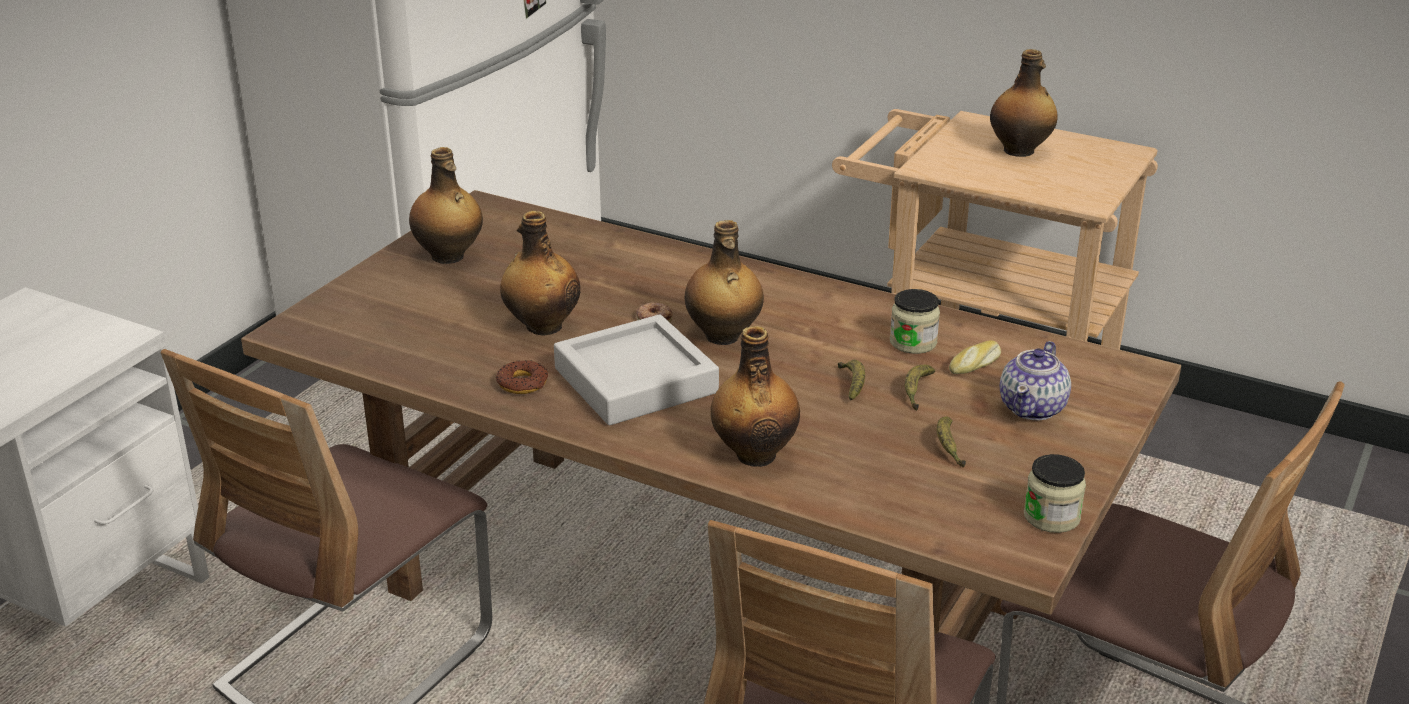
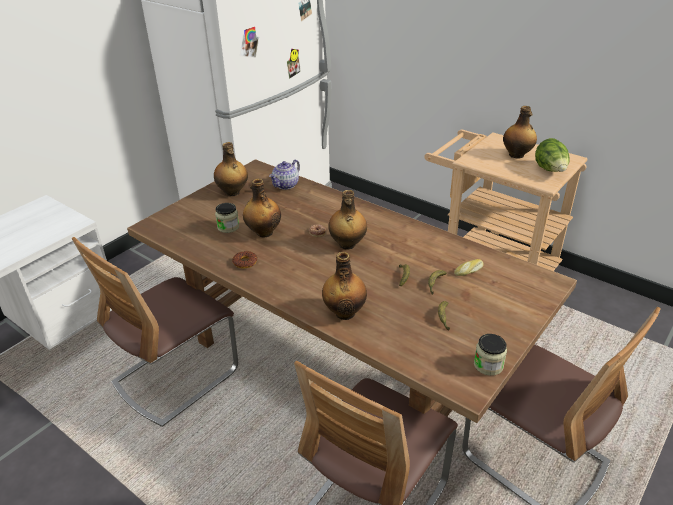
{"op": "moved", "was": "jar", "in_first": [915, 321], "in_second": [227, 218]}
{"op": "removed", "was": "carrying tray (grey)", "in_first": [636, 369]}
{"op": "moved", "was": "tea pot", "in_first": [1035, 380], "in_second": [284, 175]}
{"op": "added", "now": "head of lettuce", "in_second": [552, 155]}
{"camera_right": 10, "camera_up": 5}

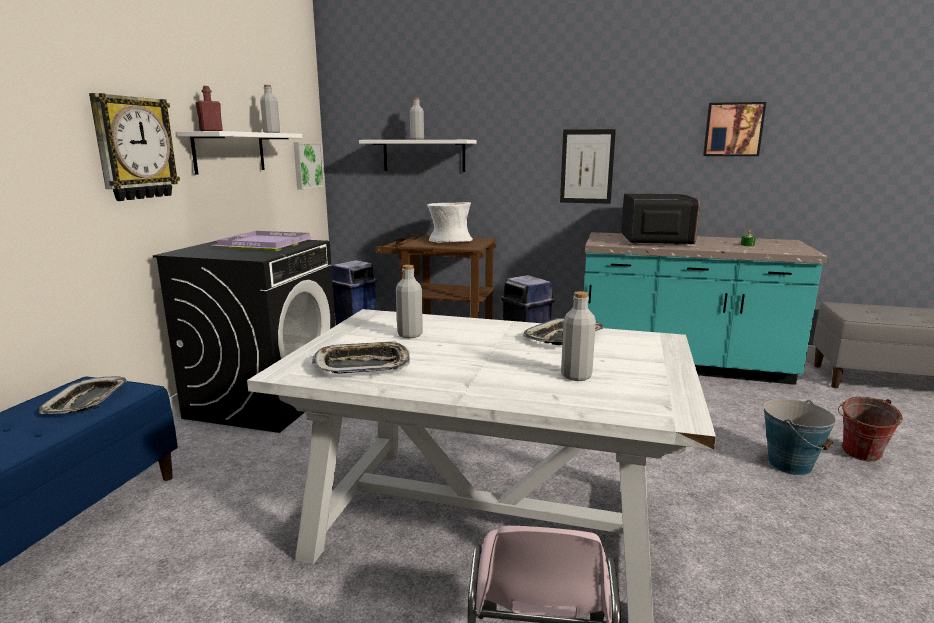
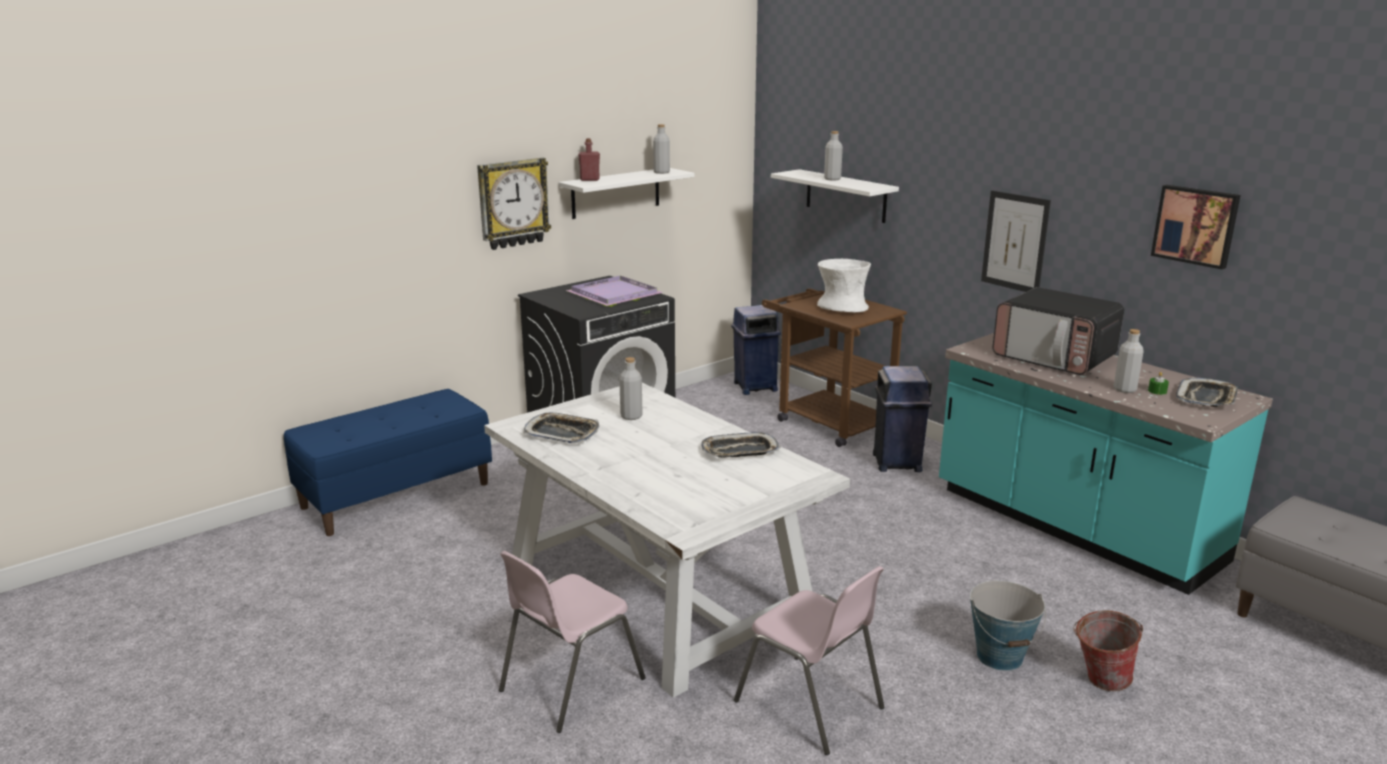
{"op": "removed", "was": "wall picture", "in_first": [309, 166]}
{"op": "turned", "was": "microwave oven", "in_first": [660, 219], "in_second": [1058, 331], "clockwise": 90}
{"op": "moved", "was": "beverage bottle (grey)", "in_first": [578, 336], "in_second": [1129, 361]}
{"op": "moved", "was": "carrying tray", "in_first": [83, 395], "in_second": [1207, 392]}
{"op": "added", "now": "chair (pinkish)", "in_second": [809, 660]}
{"camera_right": 35, "camera_up": 5}

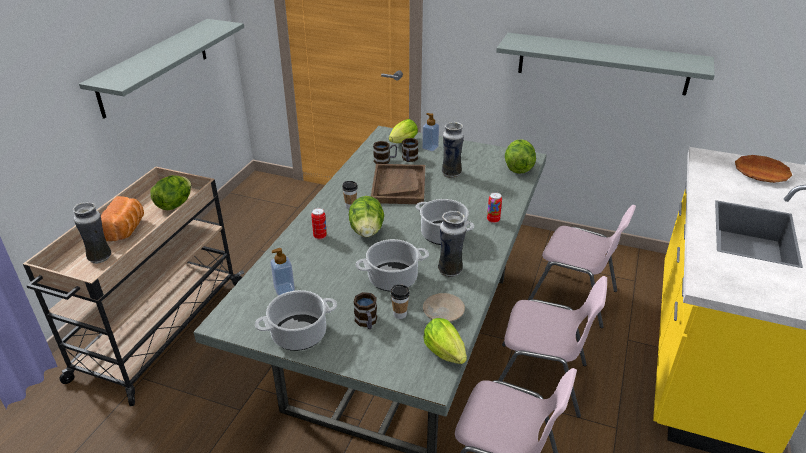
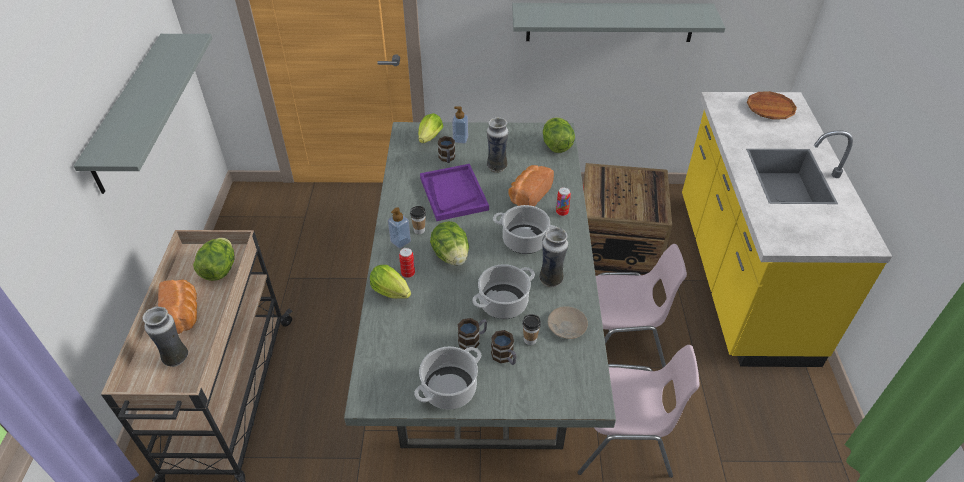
{"op": "moved", "was": "coffee mug", "in_first": [385, 152], "in_second": [472, 334]}
{"op": "recoloured", "was": "carrying tray (brownish)", "now": "carrying tray (purplish)", "in_first": [398, 184], "in_second": [454, 192]}
{"op": "replaced", "was": "chair (pinkish)", "now": "packing crate", "in_first": [582, 266], "in_second": [627, 223]}
{"op": "moved", "was": "liquid soap bottle", "in_first": [282, 272], "in_second": [399, 227]}
{"op": "moved", "was": "head of lettuce", "in_first": [445, 341], "in_second": [390, 282]}
{"op": "added", "now": "bakery bread", "in_second": [531, 185]}
{"camera_right": -20, "camera_up": 10}

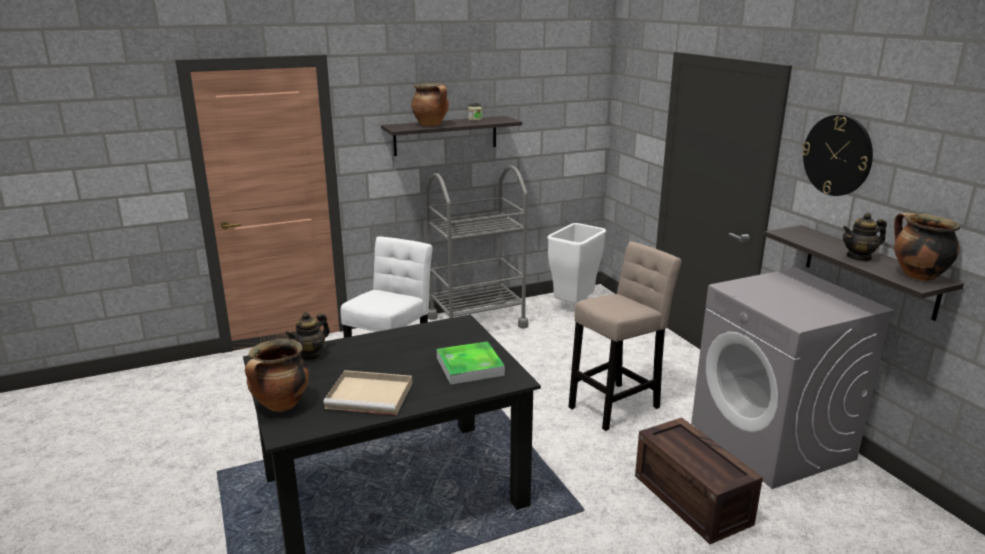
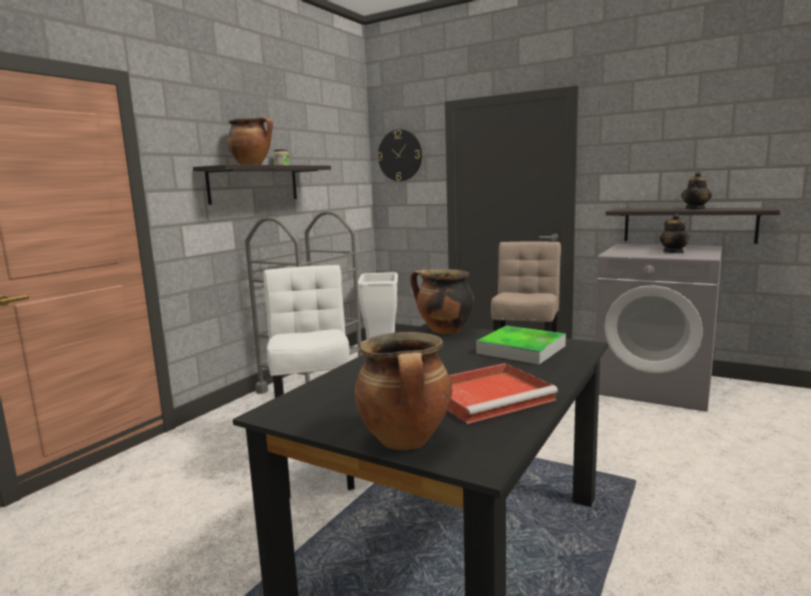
{"op": "moved", "was": "wall clock", "in_first": [837, 155], "in_second": [399, 155]}
{"op": "moved", "was": "cooking pot", "in_first": [927, 247], "in_second": [442, 301]}
{"op": "moved", "was": "tea pot", "in_first": [307, 336], "in_second": [674, 233]}
{"op": "recoloured", "was": "carrying tray (beige-coloured)", "now": "carrying tray (red-coloured)", "in_first": [367, 392], "in_second": [503, 393]}
{"op": "removed", "was": "packing crate", "in_first": [699, 481]}
{"camera_right": -35, "camera_up": -10}

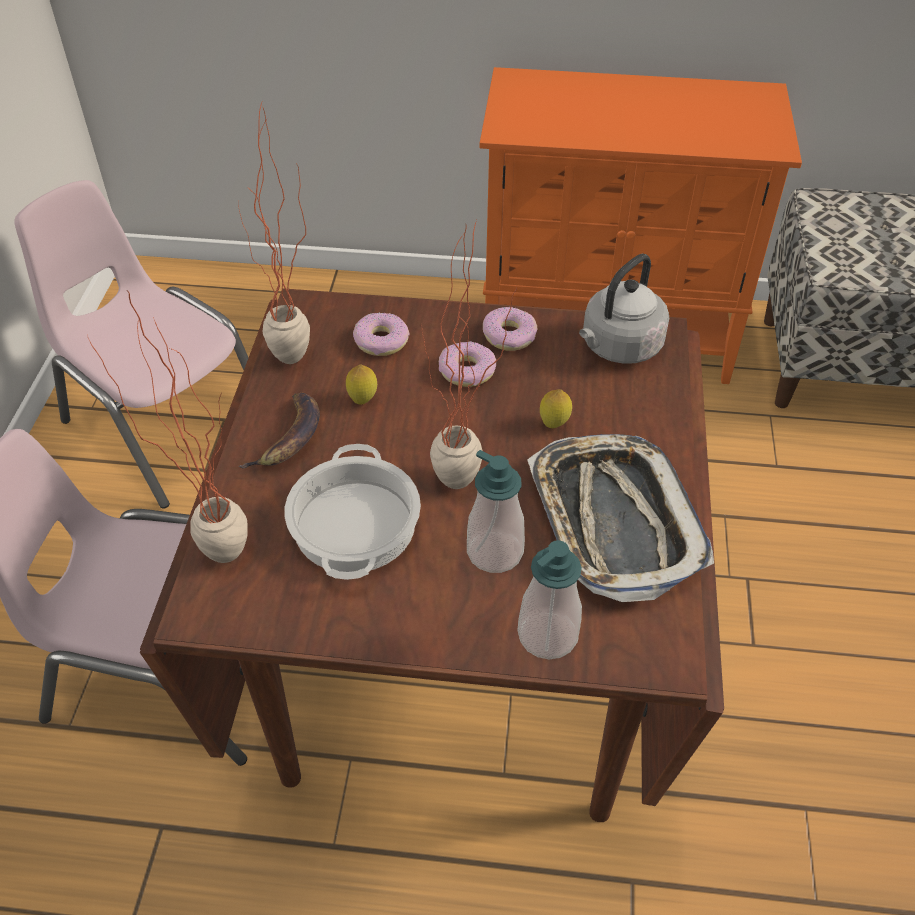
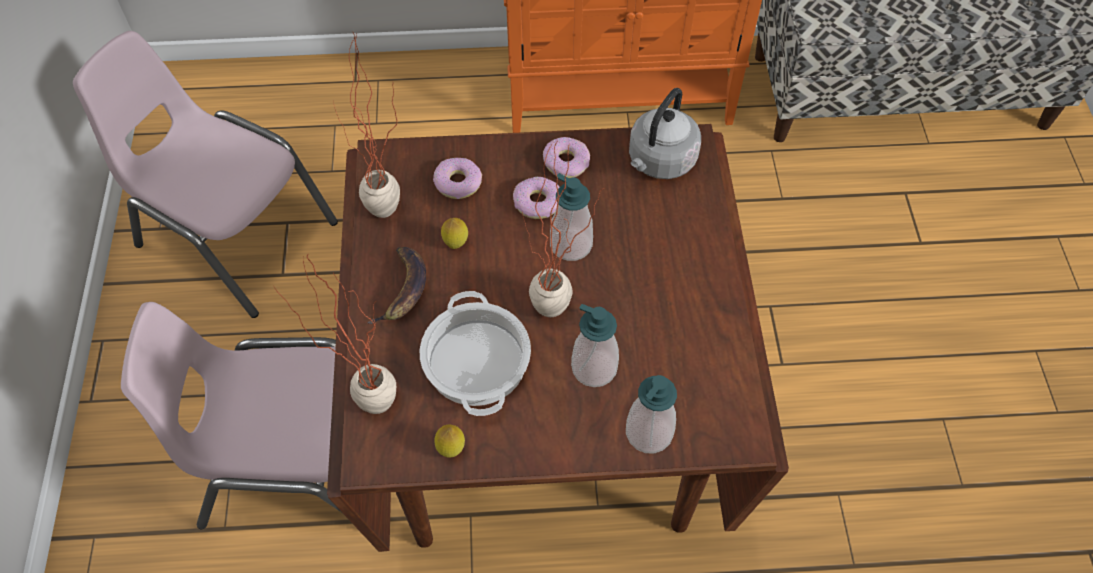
{"op": "moved", "was": "lemon", "in_first": [556, 408], "in_second": [449, 441]}
{"op": "removed", "was": "carrying tray", "in_first": [620, 518]}
{"op": "added", "now": "liquid soap bottle", "in_second": [571, 217]}
{"camera_right": -10, "camera_up": 10}

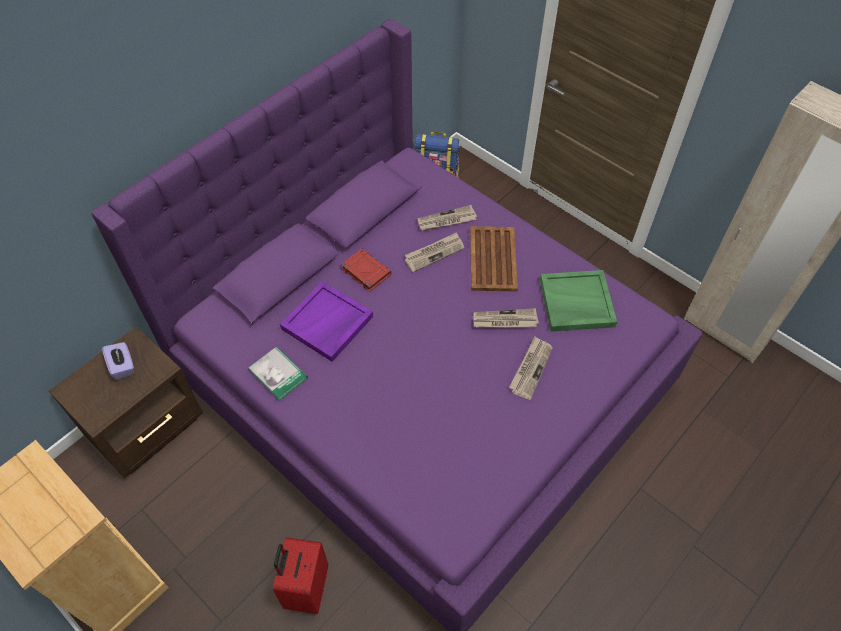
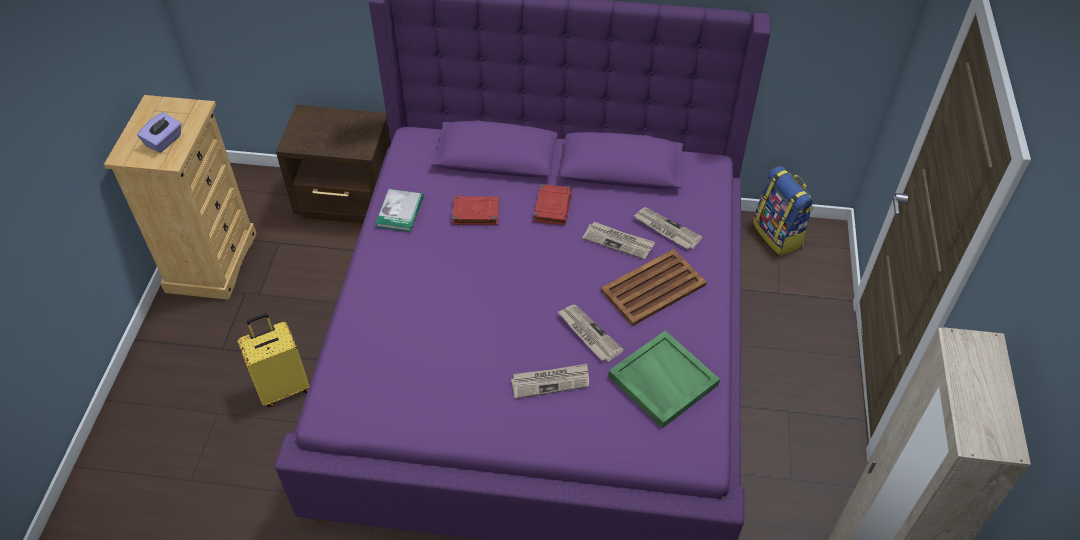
{"op": "replaced", "was": "carrying tray (purplish)", "now": "bound book (red-coloured)", "in_first": [326, 321], "in_second": [475, 210]}
{"op": "moved", "was": "box of tissues (purplish)", "in_first": [118, 361], "in_second": [159, 132]}
{"op": "recoloured", "was": "suitcase (red-coloured)", "now": "suitcase (yellow)", "in_first": [300, 575], "in_second": [273, 360]}
{"camera_right": 55, "camera_up": -5}

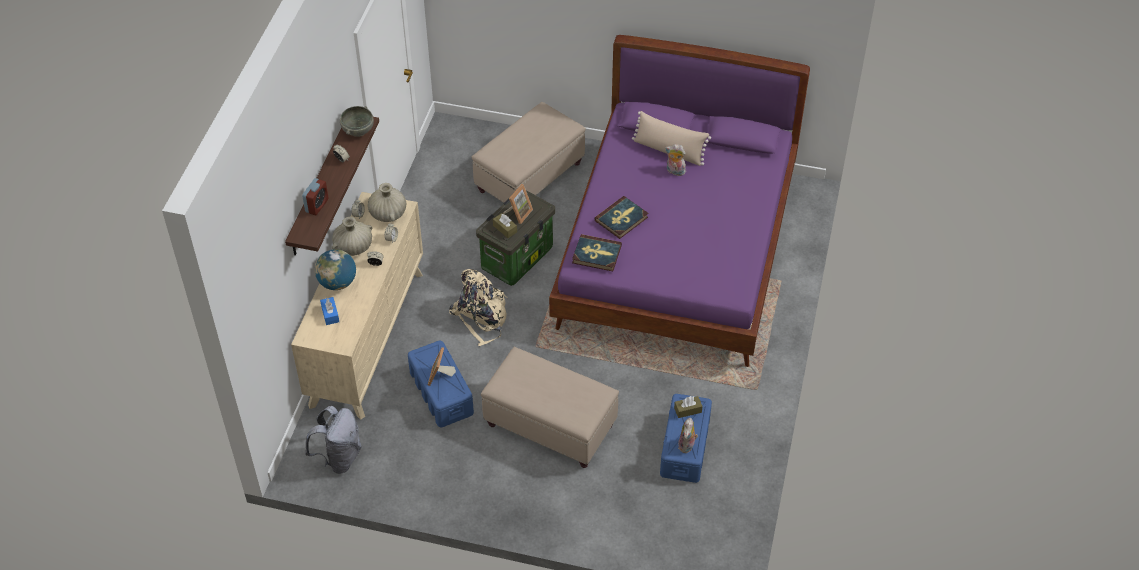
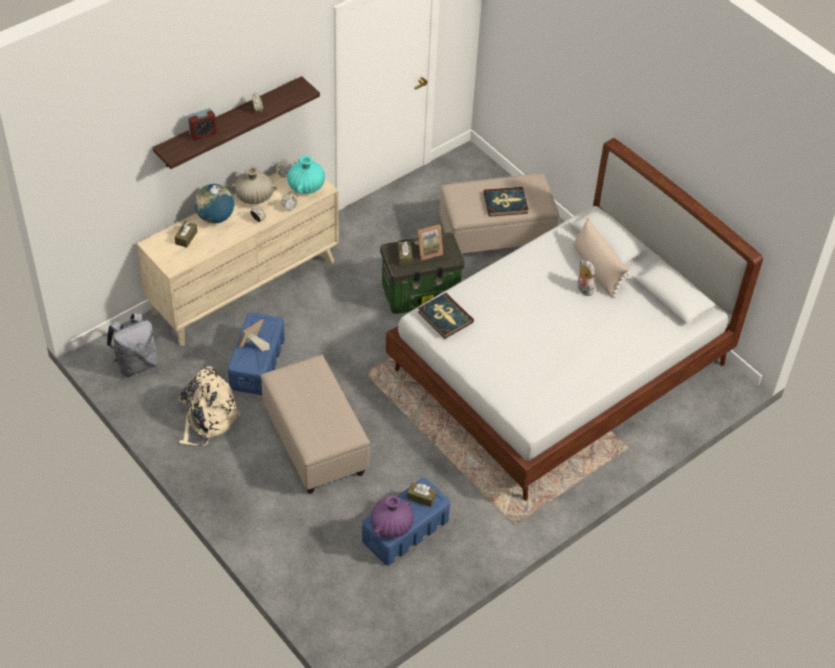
{"op": "recoloured", "was": "bedroom bed (purplish)", "now": "bedroom bed (white)", "in_first": [679, 201], "in_second": [574, 319]}
{"op": "removed", "was": "deep dish (grey)", "in_first": [357, 121]}
{"op": "recoloured", "was": "flower vase (beige-coloured)", "now": "flower vase (turquoise)", "in_first": [387, 202], "in_second": [306, 174]}
{"op": "moved", "was": "bound book", "in_first": [621, 217], "in_second": [506, 202]}
{"op": "moved", "was": "backpack (beige-coloured)", "in_first": [478, 307], "in_second": [209, 406]}
{"op": "recoloured", "was": "box of tissues (blue)", "now": "box of tissues (brownish)", "in_first": [329, 311], "in_second": [186, 234]}
{"op": "replaced", "was": "cuddly toy", "now": "flower vase (purplish)", "in_first": [688, 435], "in_second": [392, 516]}
{"camera_right": 35, "camera_up": 0}

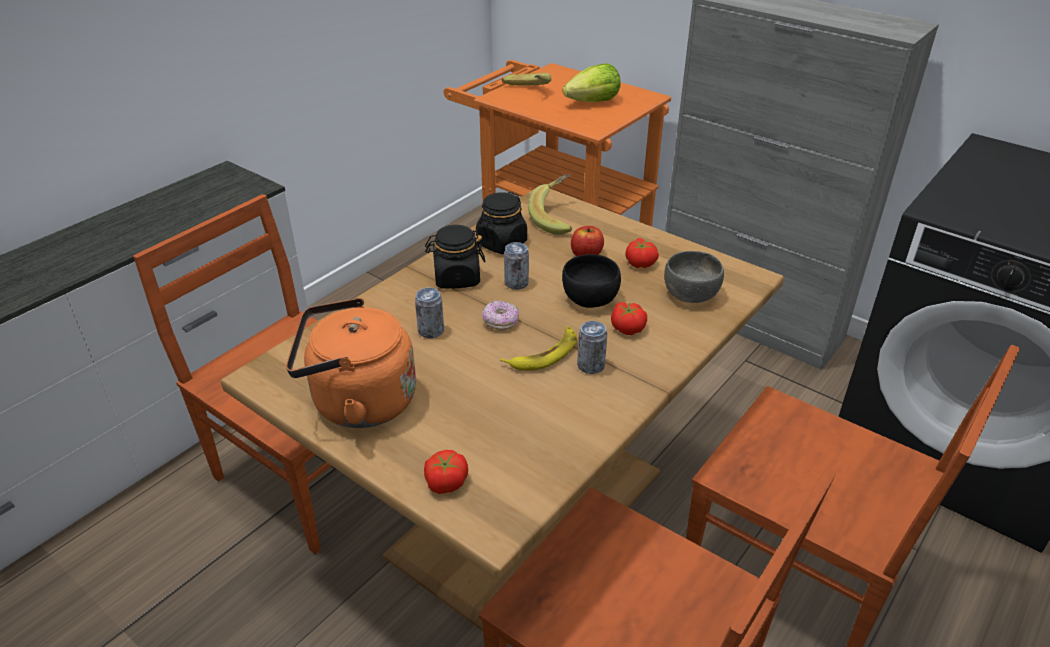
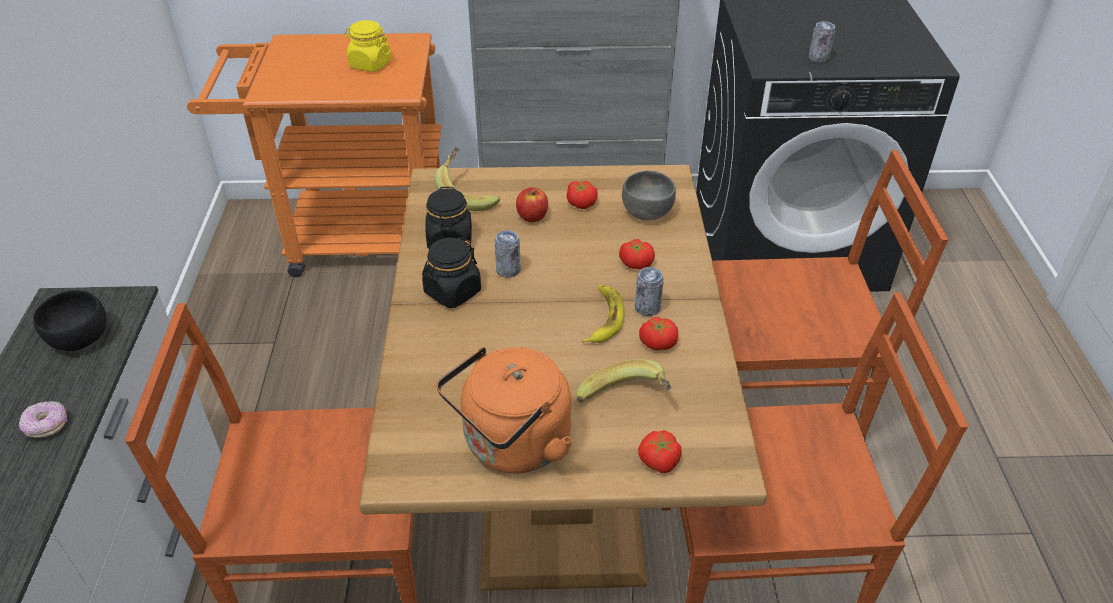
{"op": "replaced", "was": "head of lettuce", "now": "jar (yellow)", "in_first": [592, 82], "in_second": [367, 46]}
{"op": "moved", "was": "whole banana", "in_first": [526, 79], "in_second": [624, 380]}
{"op": "moved", "was": "deep dish (blackish)", "in_first": [591, 281], "in_second": [69, 320]}
{"op": "moved", "was": "metal can", "in_first": [429, 313], "in_second": [821, 42]}
{"op": "moved", "was": "ring doughnut", "in_first": [500, 315], "in_second": [43, 419]}
{"op": "added", "now": "fresh tomato", "in_second": [658, 333]}
{"camera_right": -40, "camera_up": 5}

